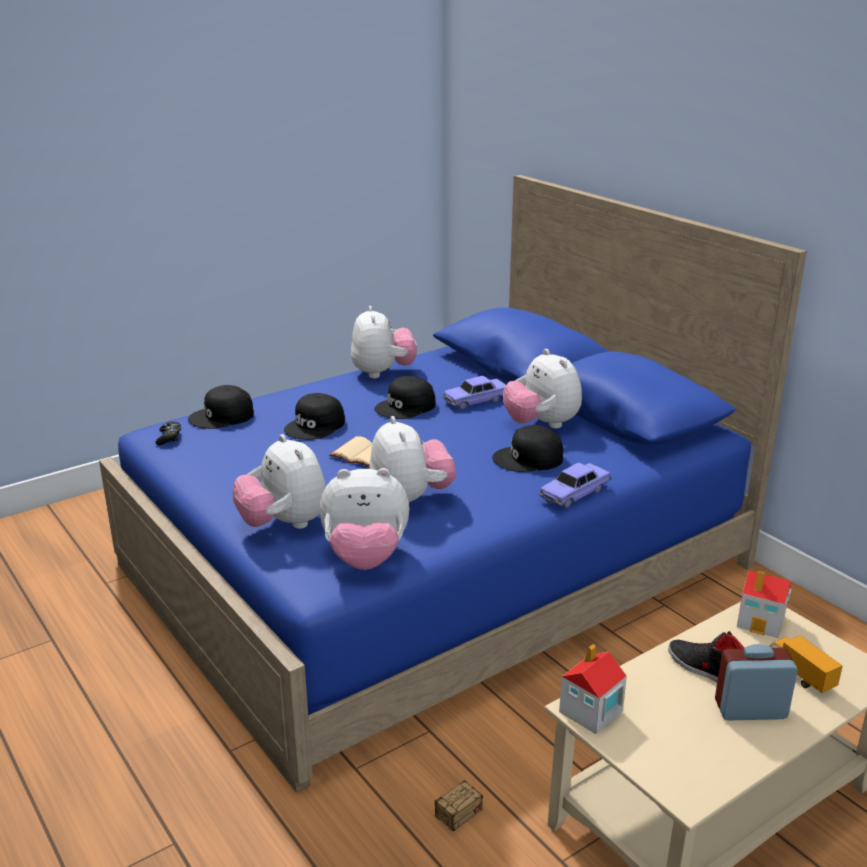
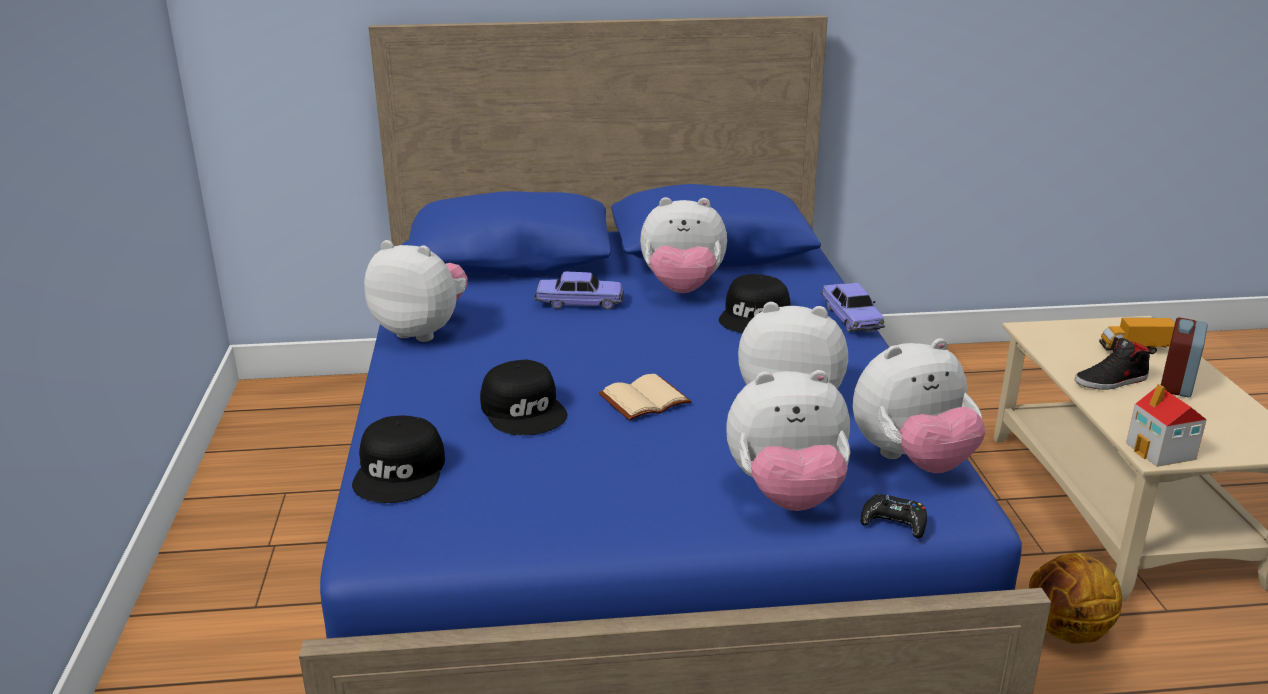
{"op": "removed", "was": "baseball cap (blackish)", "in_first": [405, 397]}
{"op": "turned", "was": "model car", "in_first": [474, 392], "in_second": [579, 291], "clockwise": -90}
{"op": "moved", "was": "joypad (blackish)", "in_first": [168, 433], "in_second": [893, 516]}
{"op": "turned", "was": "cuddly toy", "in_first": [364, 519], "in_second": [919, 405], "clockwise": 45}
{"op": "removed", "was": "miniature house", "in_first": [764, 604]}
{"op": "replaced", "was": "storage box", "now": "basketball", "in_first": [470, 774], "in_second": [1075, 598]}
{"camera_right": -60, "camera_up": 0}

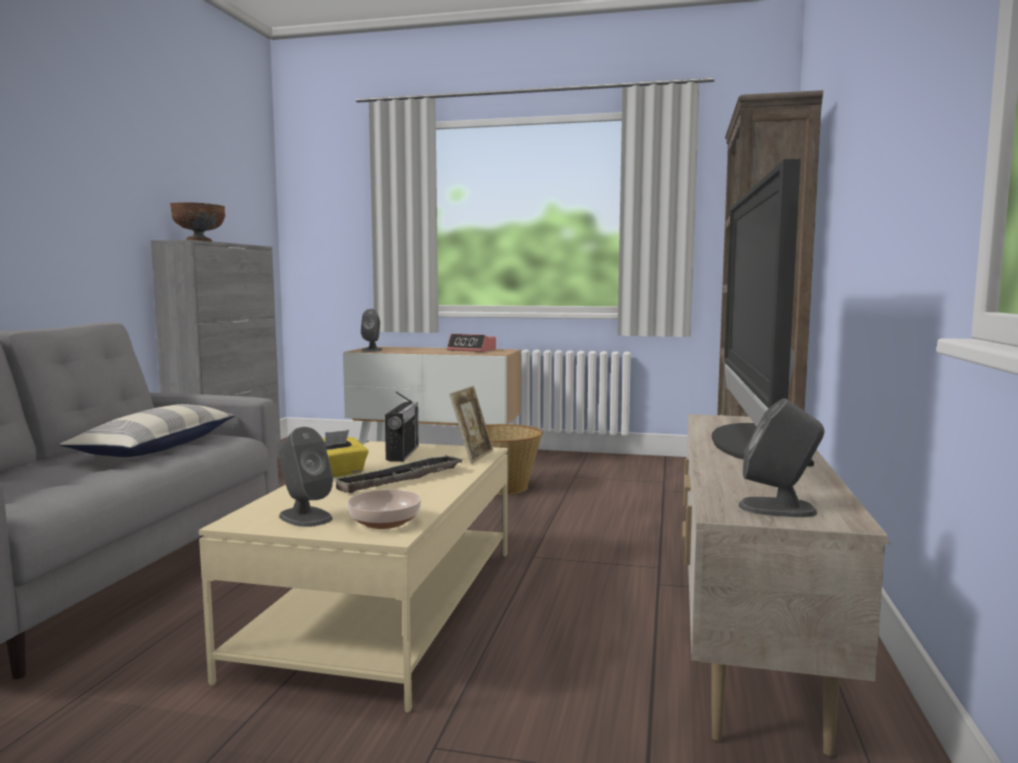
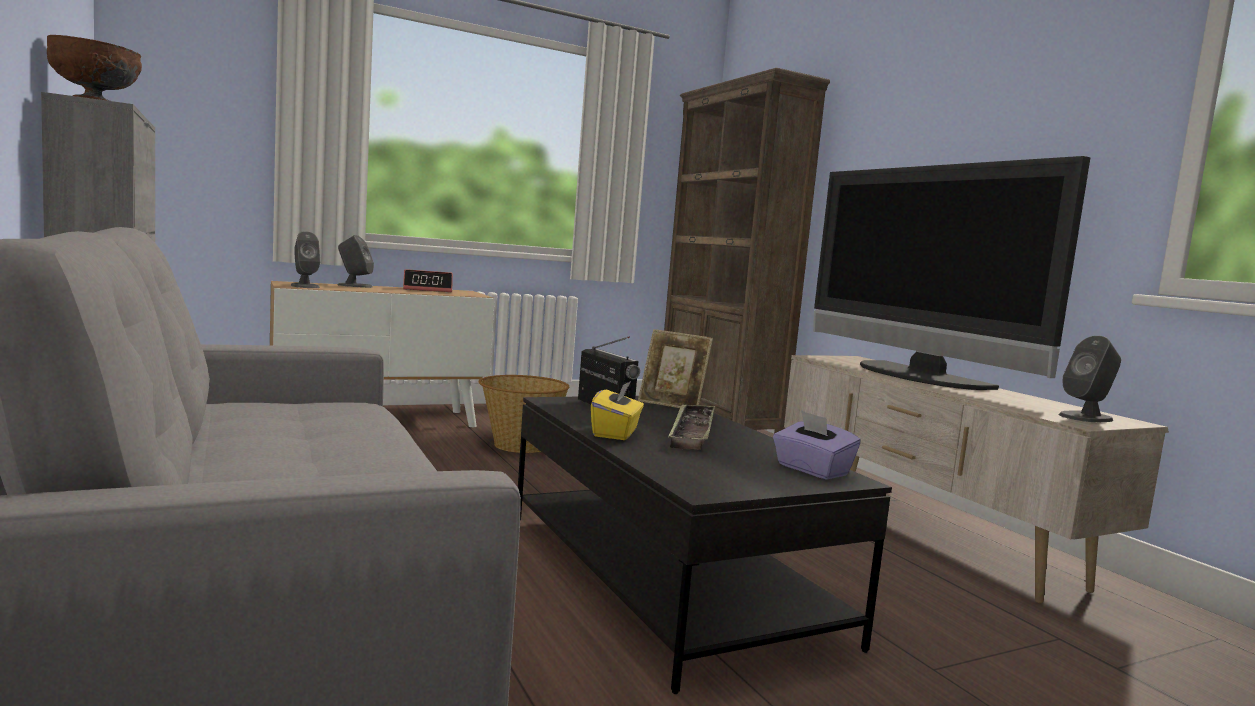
{"op": "turned", "was": "picture frame", "in_first": [471, 425], "in_second": [675, 368], "clockwise": 135}
{"op": "removed", "was": "throw pillow", "in_first": [147, 430]}
{"op": "moved", "was": "speaker (grey)", "in_first": [306, 477], "in_second": [356, 261]}
{"op": "recoloured", "was": "lounge table (beige-coloured)", "now": "lounge table (blackish)", "in_first": [353, 577], "in_second": [705, 545]}
{"op": "replaced", "was": "deep dish", "now": "box of tissues (purplish)", "in_first": [384, 509], "in_second": [817, 445]}
{"camera_right": -40, "camera_up": 0}

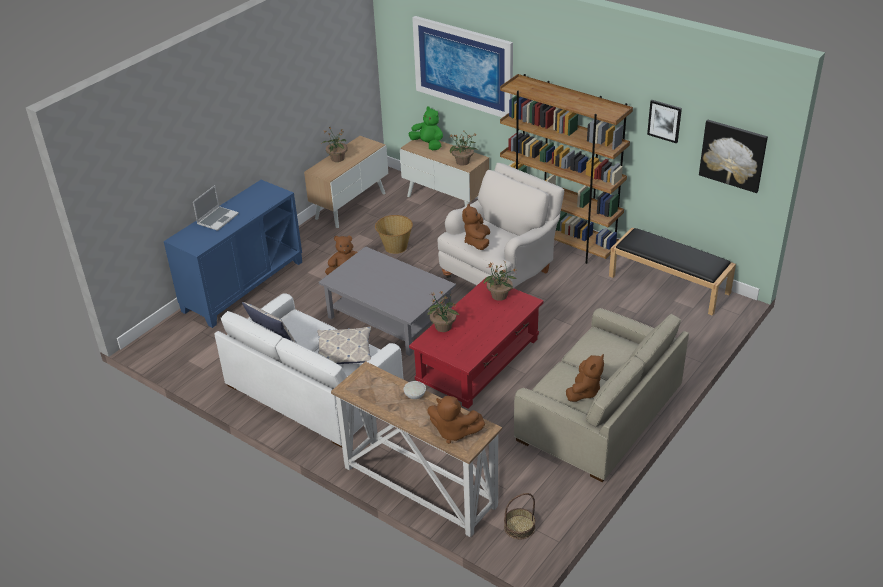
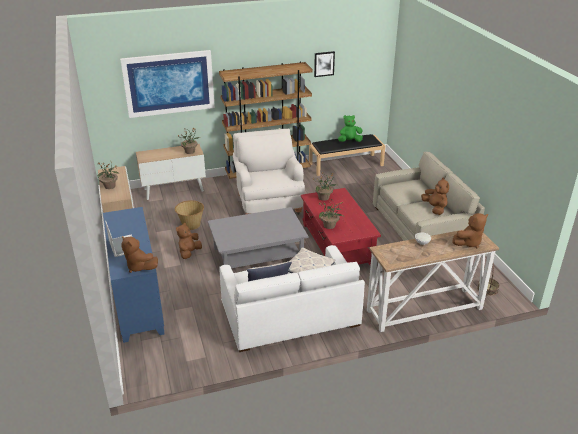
{"op": "moved", "was": "cuddly toy (green-coloured)", "in_first": [425, 128], "in_second": [350, 128]}
{"op": "removed", "was": "wall picture", "in_first": [733, 156]}
{"op": "moved", "was": "cuddly toy (brownish)", "in_first": [476, 227], "in_second": [139, 254]}
{"camera_right": -55, "camera_up": -5}

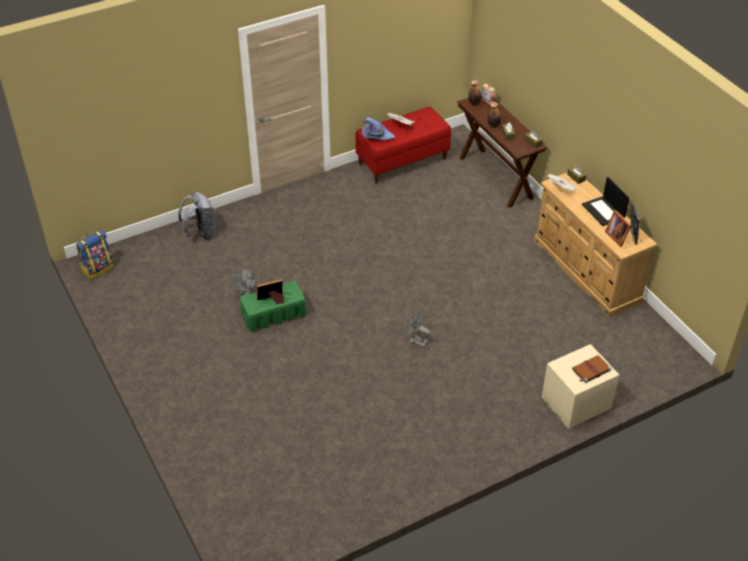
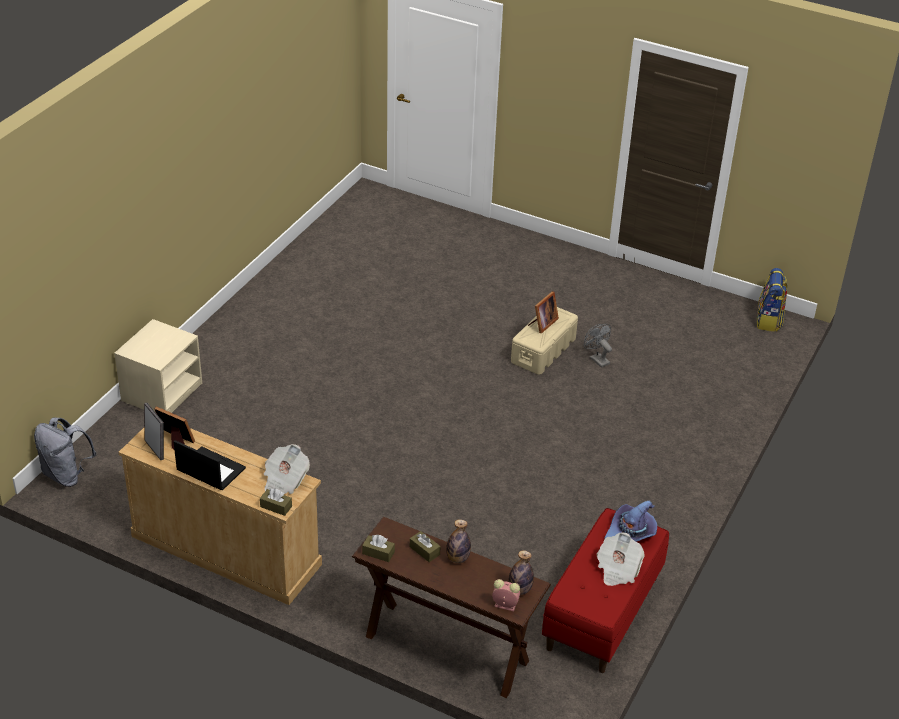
{"op": "moved", "was": "backpack (grey)", "in_first": [197, 216], "in_second": [65, 452]}
{"op": "recoloured", "was": "storage box (green-coloured)", "now": "storage box (beige-coloured)", "in_first": [273, 306], "in_second": [544, 341]}
{"op": "removed", "was": "cooling fan (grey)", "in_first": [417, 329]}
{"op": "removed", "was": "bound book (brownish)", "in_first": [591, 369]}
{"camera_right": 145, "camera_up": -5}

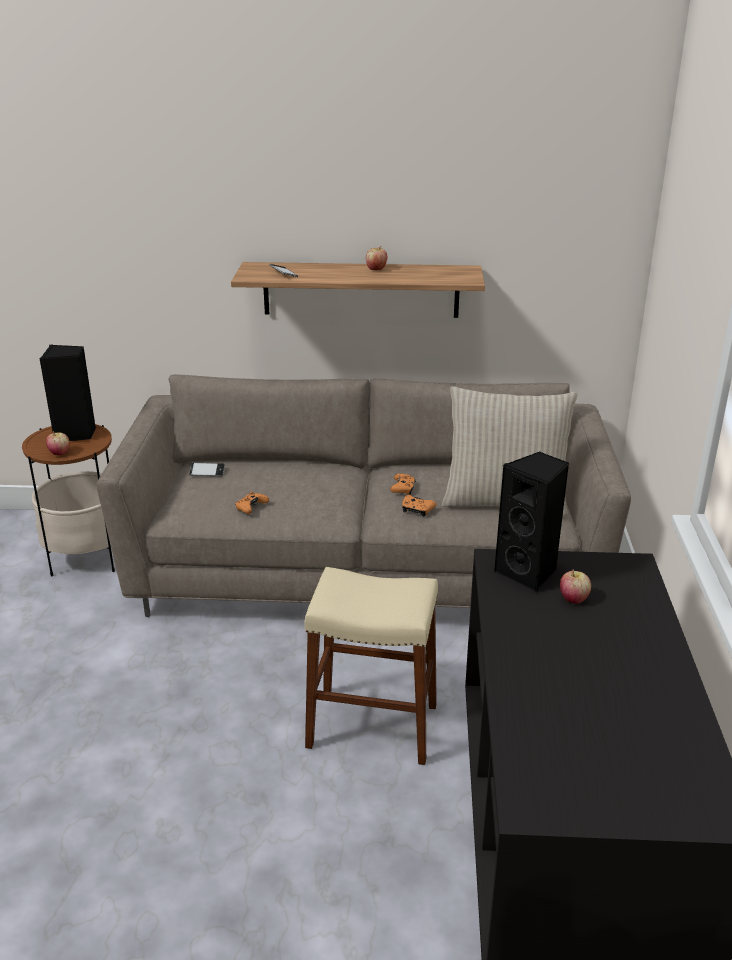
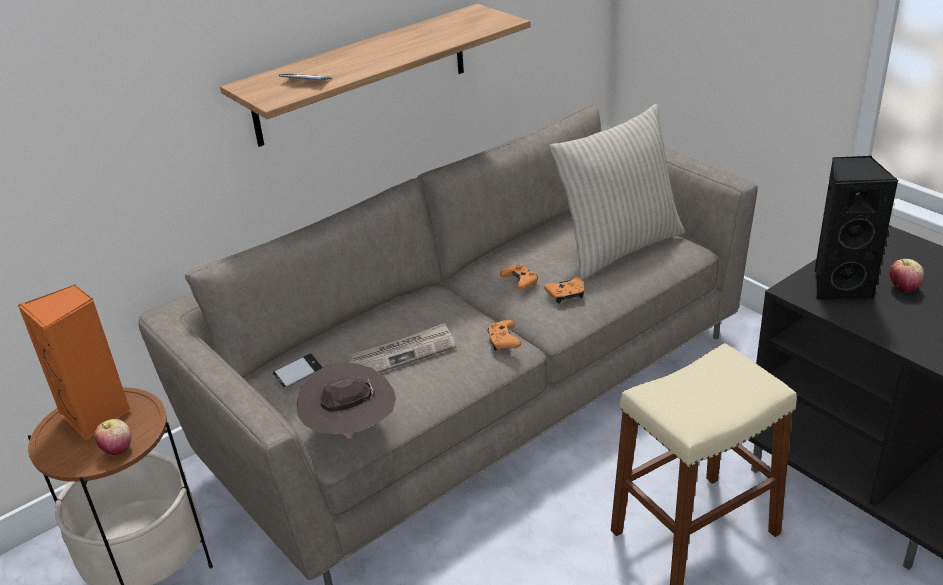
{"op": "removed", "was": "apple", "in_first": [377, 258]}
{"op": "recoloured", "was": "speaker (blackish)", "now": "speaker (orange)", "in_first": [67, 392], "in_second": [74, 362]}
{"op": "moved", "was": "joypad (orange)", "in_first": [252, 503], "in_second": [504, 335]}
{"op": "added", "now": "newspaper", "in_second": [402, 348]}
{"op": "added", "now": "wearable hat (brownish)", "in_second": [346, 400]}
{"camera_right": -40, "camera_up": 5}

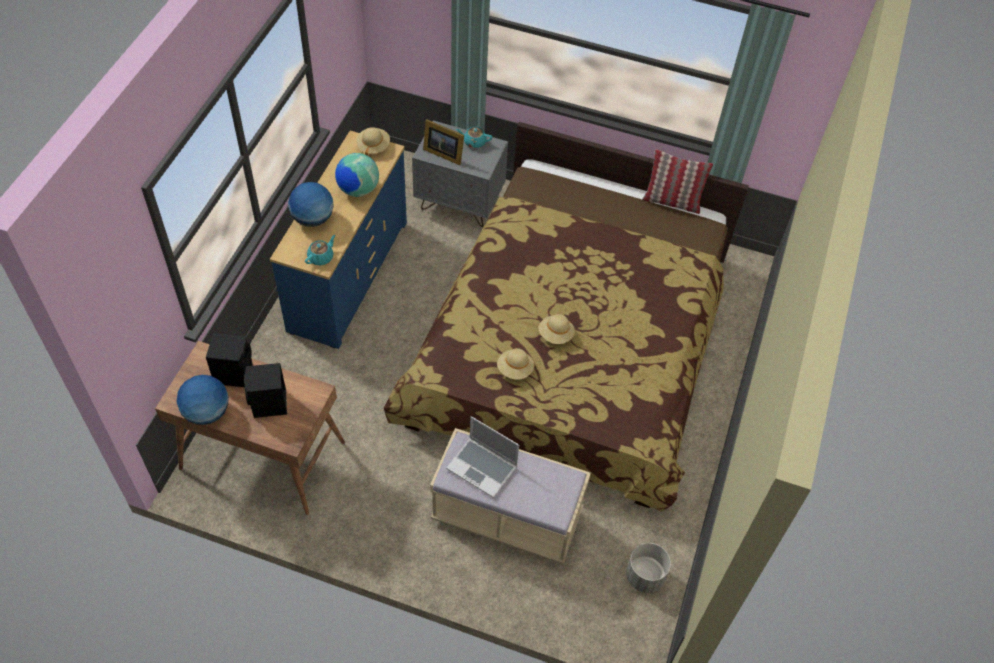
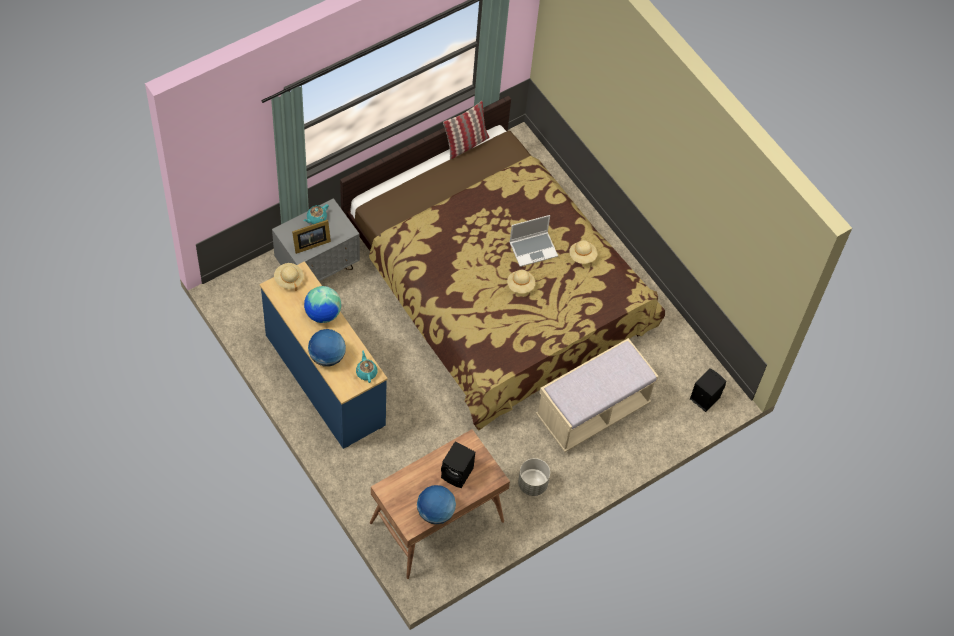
{"op": "moved", "was": "speaker (blackish)", "in_first": [229, 360], "in_second": [708, 390]}
{"op": "moved", "was": "wearable hat (beige-coloured)", "in_first": [515, 364], "in_second": [583, 252]}
{"op": "moved", "was": "notebook computer", "in_first": [482, 457], "in_second": [534, 241]}
{"op": "moved", "was": "planter (grey)", "in_first": [648, 568], "in_second": [534, 477]}
{"camera_right": -55, "camera_up": 5}

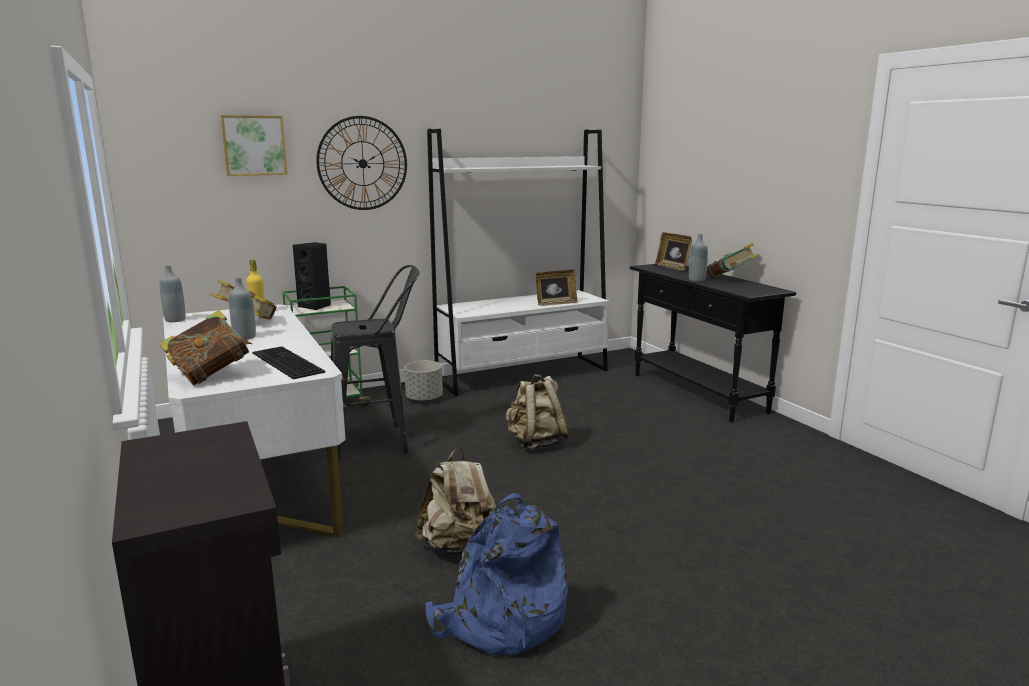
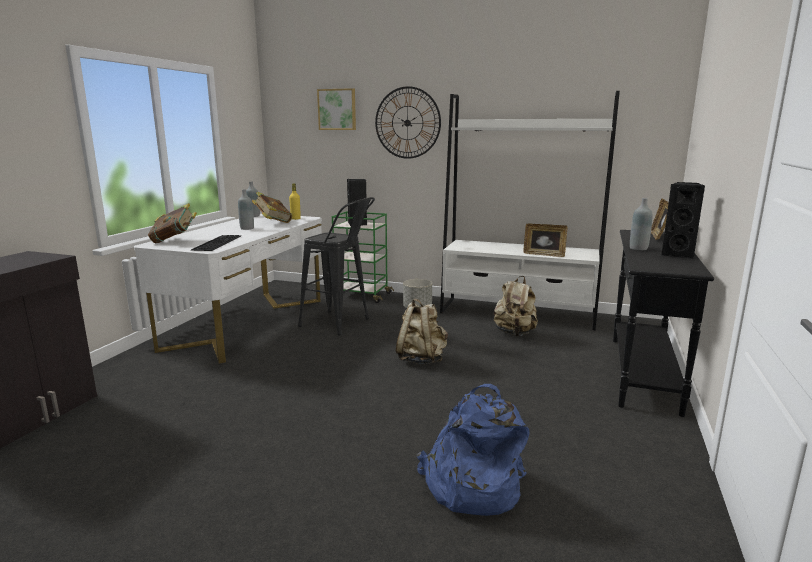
{"op": "replaced", "was": "bound book", "now": "speaker (blackish)", "in_first": [733, 260], "in_second": [683, 220]}
{"op": "moved", "was": "backpack (beige-coloured)", "in_first": [456, 502], "in_second": [516, 306]}
{"op": "moved", "was": "backpack (blue)", "in_first": [496, 574], "in_second": [473, 450]}
{"camera_right": 45, "camera_up": 0}

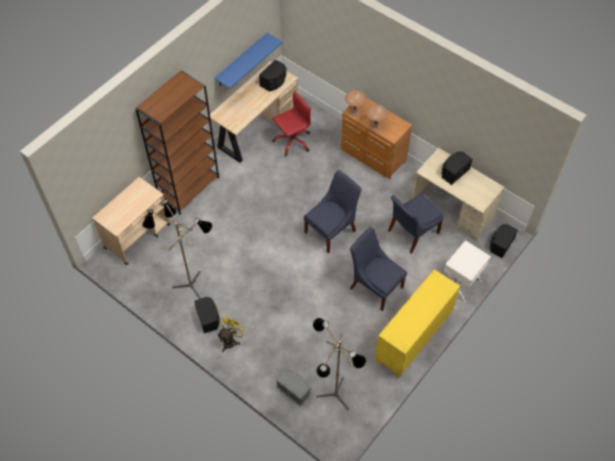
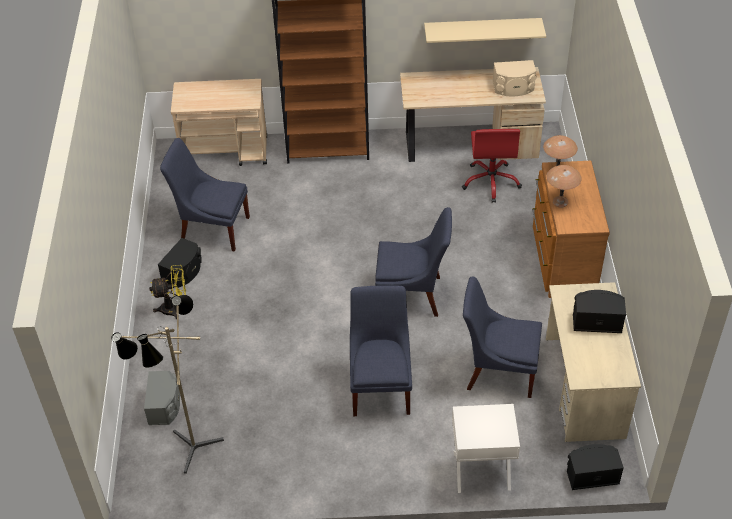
{"op": "recoloured", "was": "bracket shelf (blue)", "now": "bracket shelf (beige-coloured)", "in_first": [248, 61], "in_second": [485, 30]}
{"op": "recoloured", "was": "speaker (blackish)", "now": "speaker (beige-coloured)", "in_first": [273, 75], "in_second": [515, 78]}
{"op": "turned", "was": "computer chair (red-coloured)", "in_first": [291, 124], "in_second": [492, 166], "clockwise": 75}
{"op": "replaced", "was": "standing lamp", "now": "chair (blue)", "in_first": [177, 249], "in_second": [205, 195]}
{"op": "removed", "was": "cupboard (yellow)", "in_first": [417, 323]}
{"camera_right": 50, "camera_up": -10}

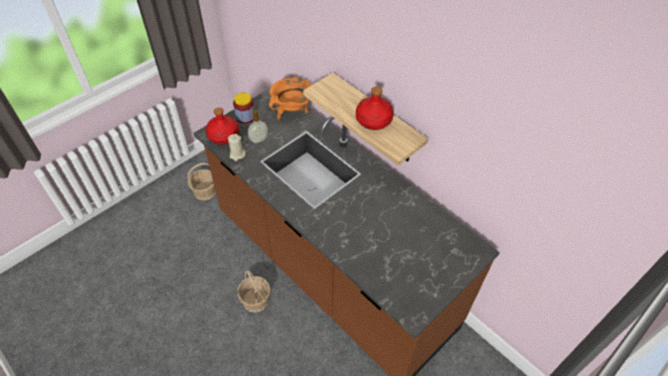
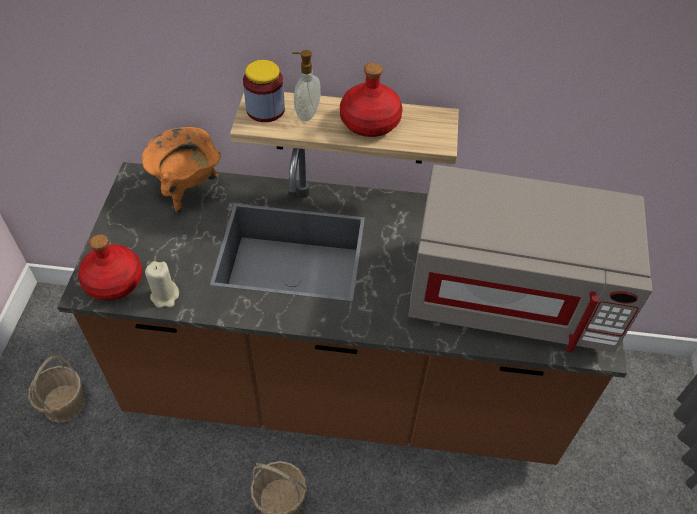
{"op": "moved", "was": "jar", "in_first": [244, 108], "in_second": [264, 91]}
{"op": "moved", "was": "liquid soap bottle", "in_first": [258, 125], "in_second": [306, 85]}
{"op": "added", "now": "microwave oven (grey)", "in_second": [530, 258]}
{"camera_right": -40, "camera_up": 0}

